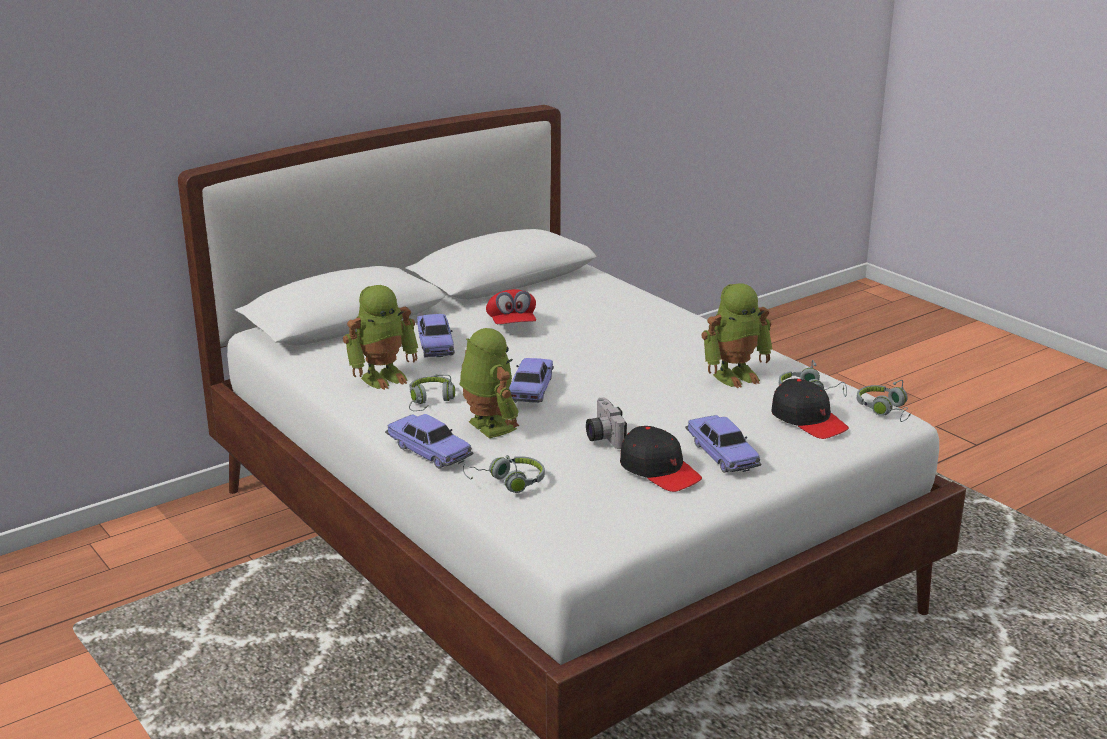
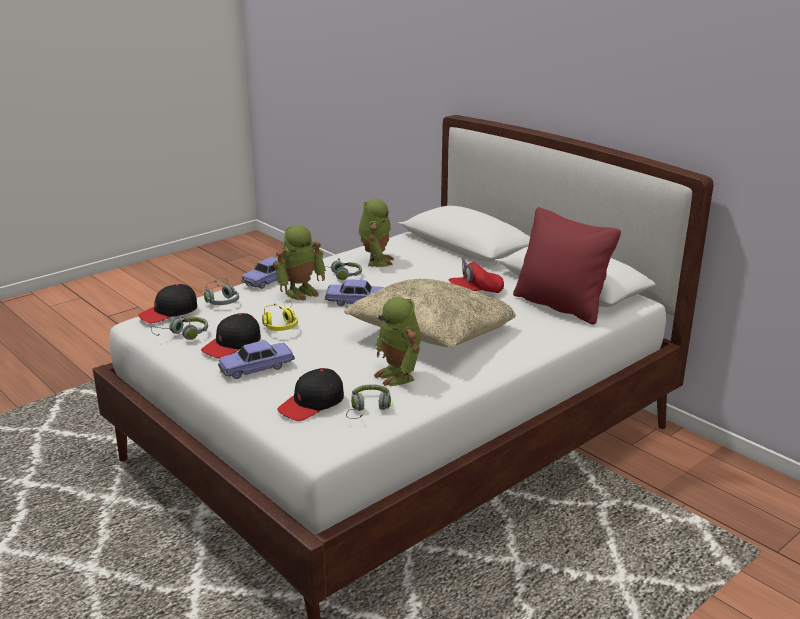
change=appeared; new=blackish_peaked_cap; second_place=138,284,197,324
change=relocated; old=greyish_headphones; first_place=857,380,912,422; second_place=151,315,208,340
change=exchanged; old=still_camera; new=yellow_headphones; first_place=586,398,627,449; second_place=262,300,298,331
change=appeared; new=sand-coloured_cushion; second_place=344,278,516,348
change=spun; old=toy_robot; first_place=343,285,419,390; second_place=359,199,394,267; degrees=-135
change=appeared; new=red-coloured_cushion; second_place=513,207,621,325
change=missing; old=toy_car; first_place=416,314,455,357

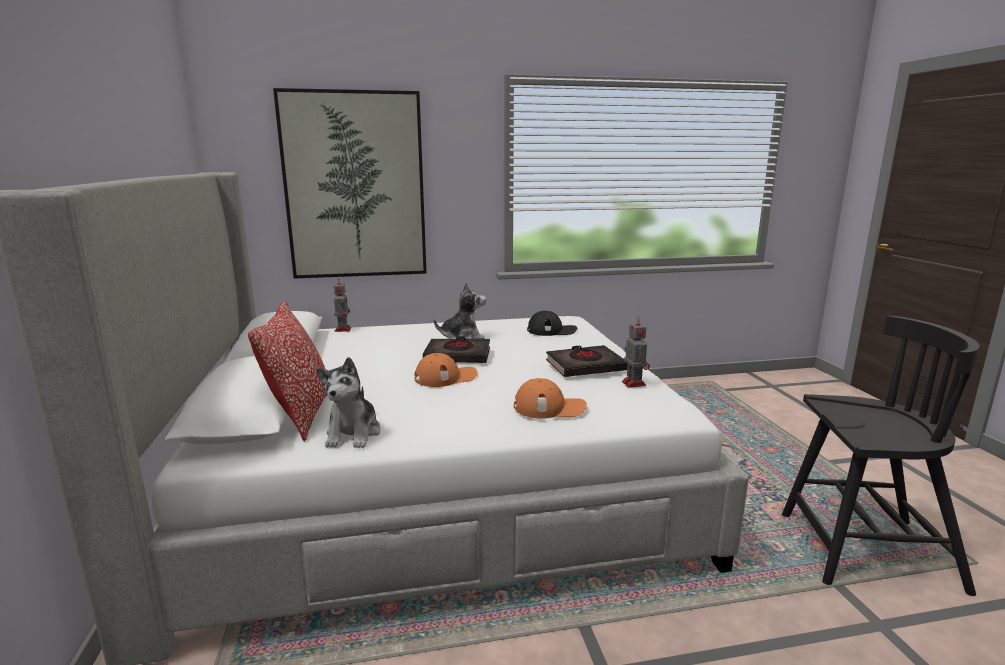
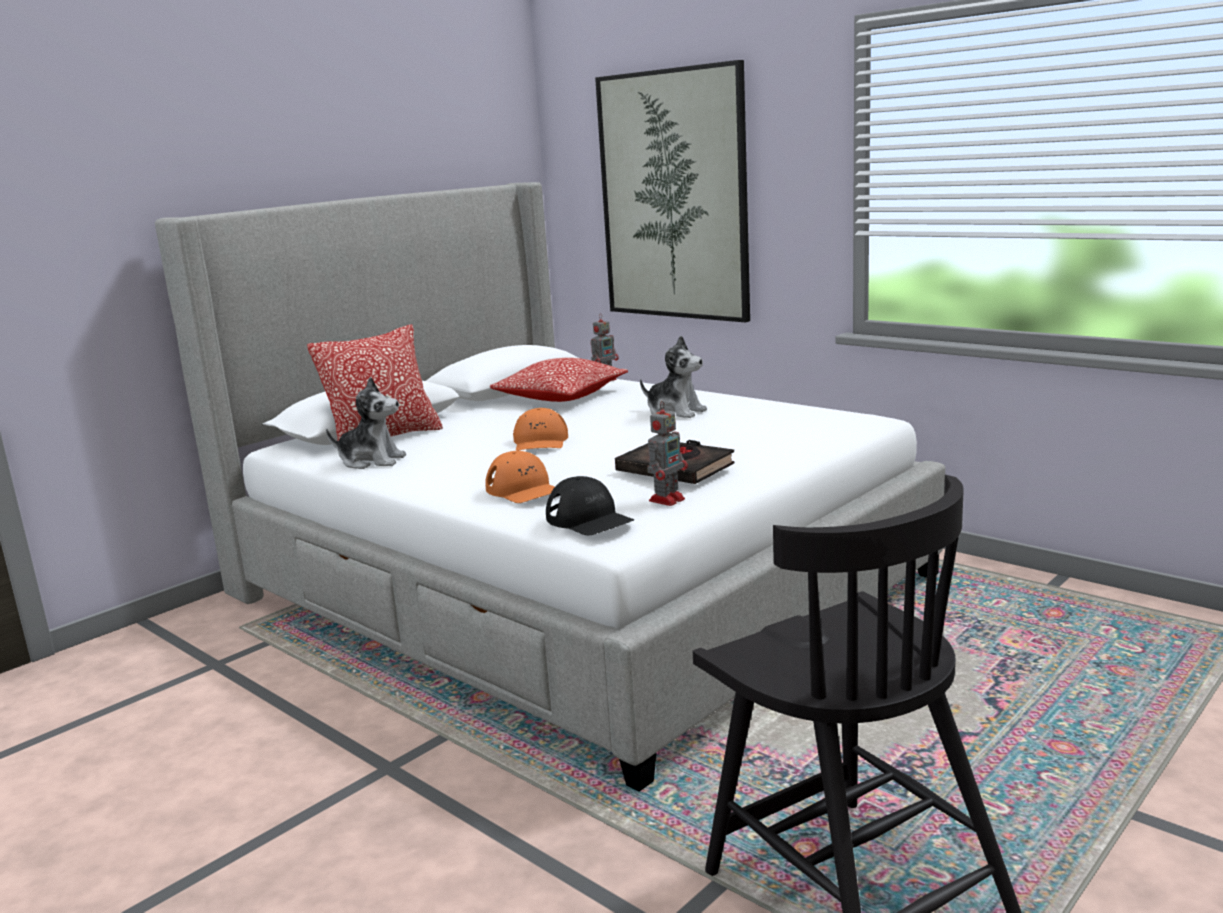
change=spun; old=plush_toy; first_place=317,357,381,448; second_place=326,377,406,469; degrees=-135
change=appeared; new=cushion; second_place=490,358,628,402
change=spun; old=orange-coloured_peaked_cap; first_place=415,353,477,387; second_place=513,408,568,451; degrees=60
change=relocated; old=blackish_peaked_cap; first_place=527,311,577,336; second_place=546,476,634,535
change=missing; old=blackish_bound_book; first_place=423,336,490,363

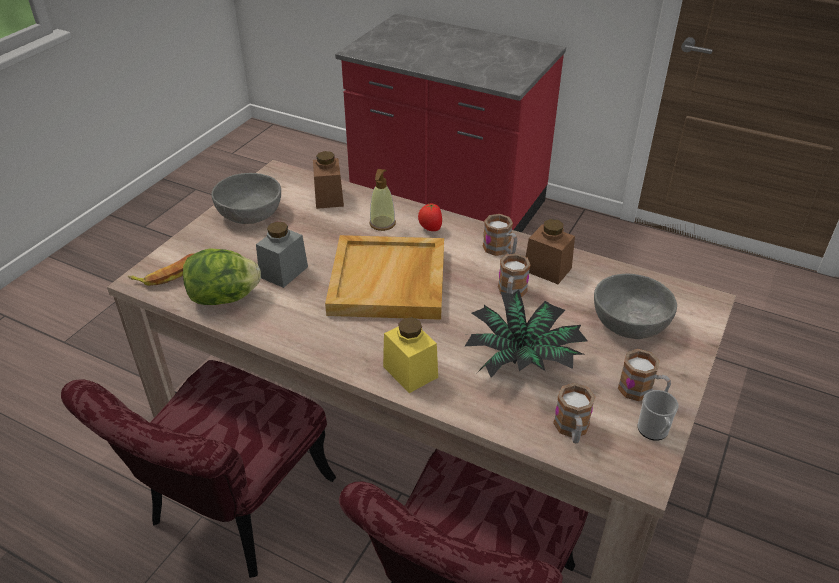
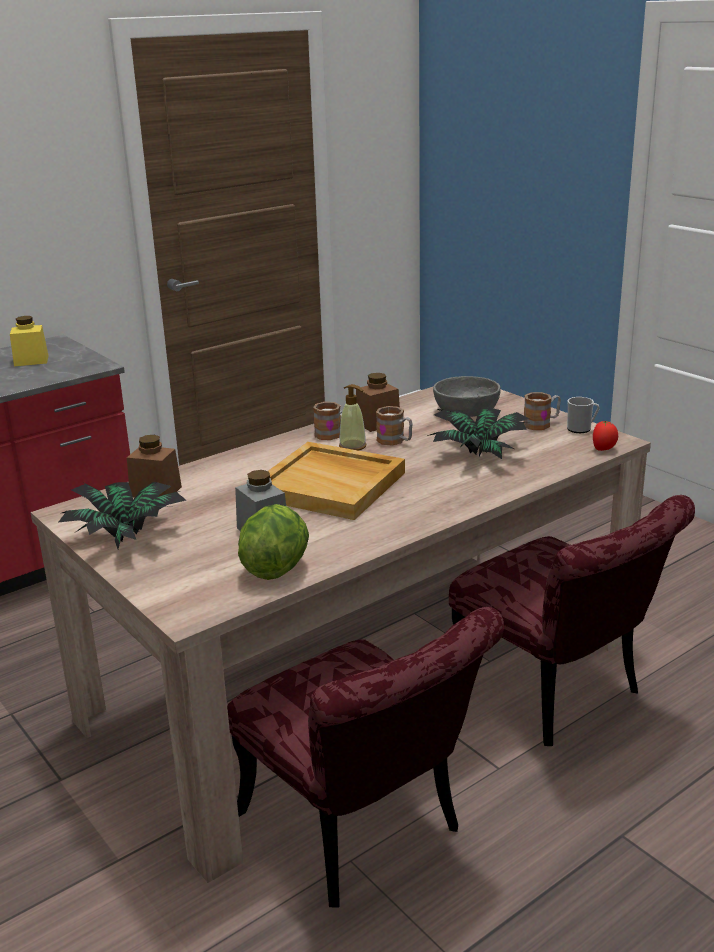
change=relocated; old=yellow_jar; first_place=383,317,438,393; second_place=10,316,49,366
change=exchanged; old=greyish_serving_bowl; new=plant_in_a_pot; first_place=211,173,281,224; second_place=59,482,186,549
change=relocated; old=liquid_soap_bottle; first_place=369,169,396,231; second_place=339,384,366,450
change=relocated; old=whole_tomato; first_place=418,203,442,231; second_place=593,421,618,451
change=missing; old=whole_banana; first_place=128,253,195,286
change=missing; old=tea_mug; first_place=553,383,595,443

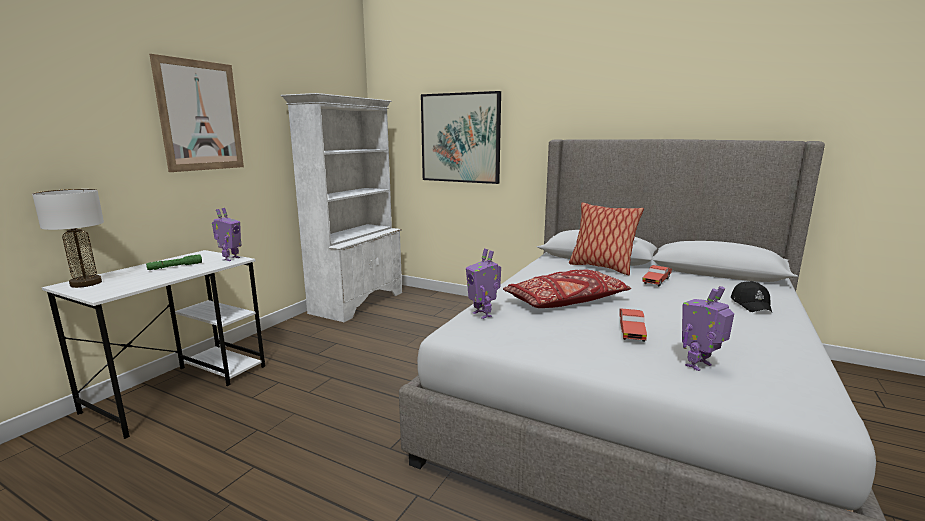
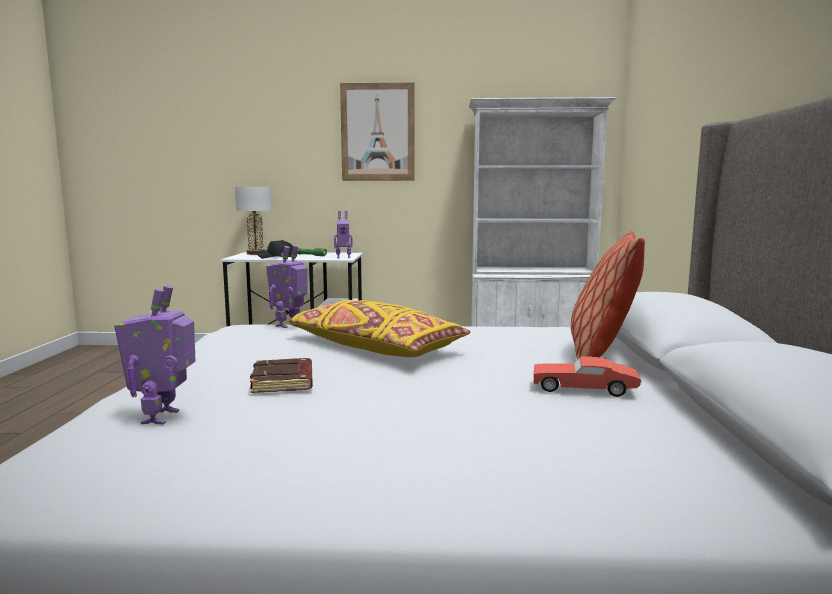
change=spun; old=toy_robot; first_place=682,286,734,371; second_place=114,285,196,424; degrees=-120
change=exchanged; old=red-coloured_toy_car; new=brownish_bound_book; first_place=619,308,647,342; second_place=250,358,313,393
change=relocated; old=blackish_peaked_cap; first_place=731,281,772,312; second_place=257,240,297,259
change=colour; old=red-coloured_cushion; new=yellow_cushion; first_place=503,269,631,308; second_place=289,300,471,357
change=missing; old=wall_picture; first_place=421,91,501,184

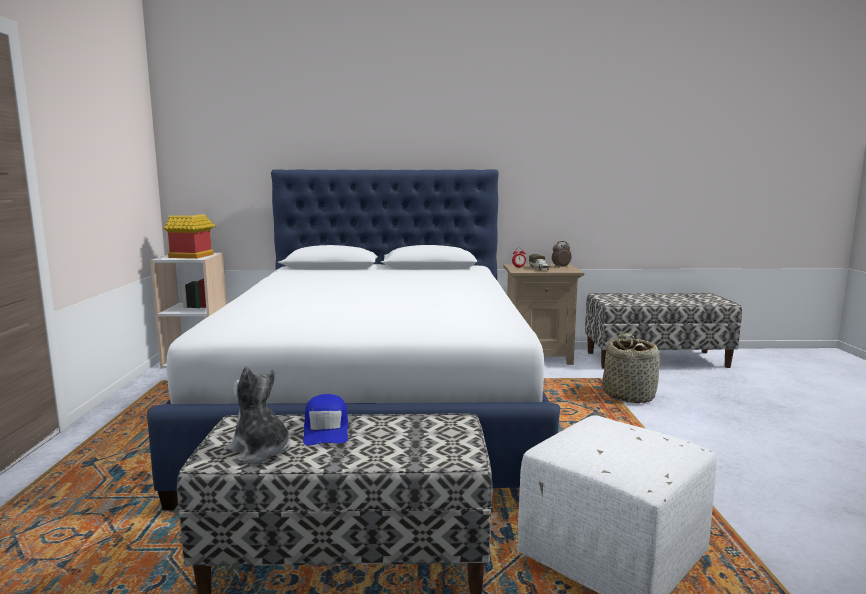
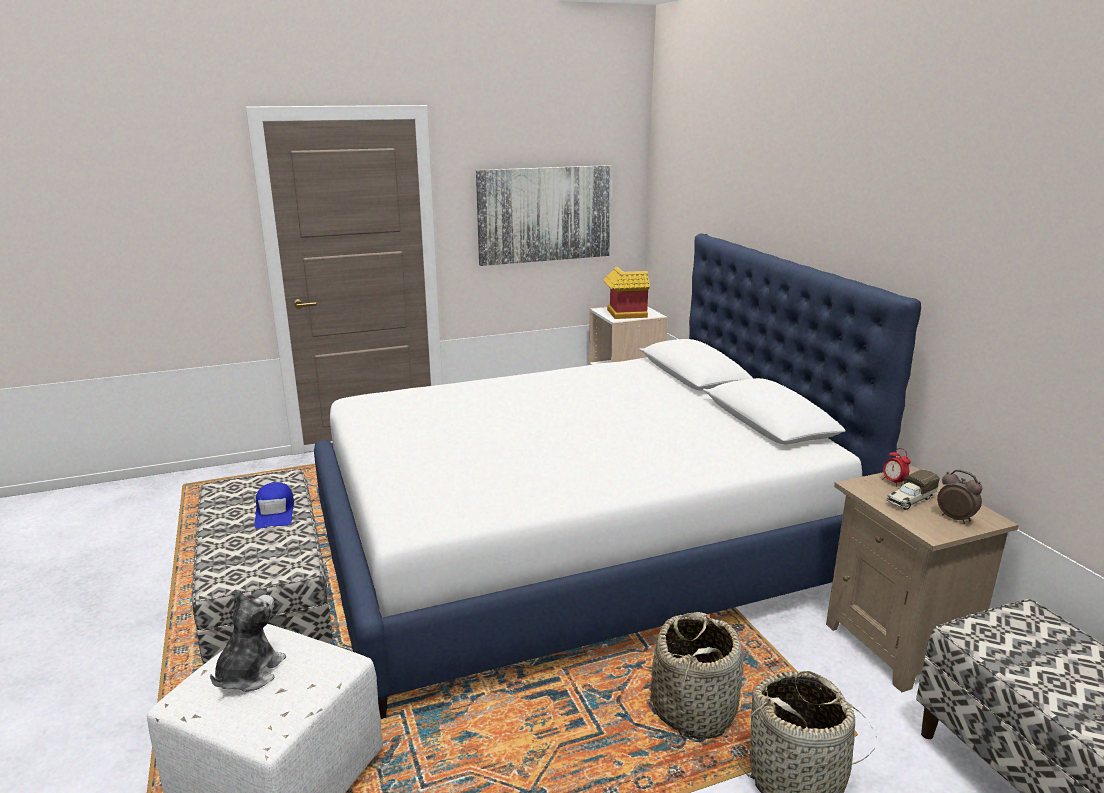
change=relocated; old=plush_toy; first_place=226,366,290,463; second_place=210,590,286,692
change=spun; old=blue-coloured_peaked_cap; first_place=303,394,348,446; second_place=254,482,294,529; degrees=-75
change=appeared; new=wall_picture; second_place=476,165,612,266
change=appeared; new=storage_basket; second_place=651,612,744,739

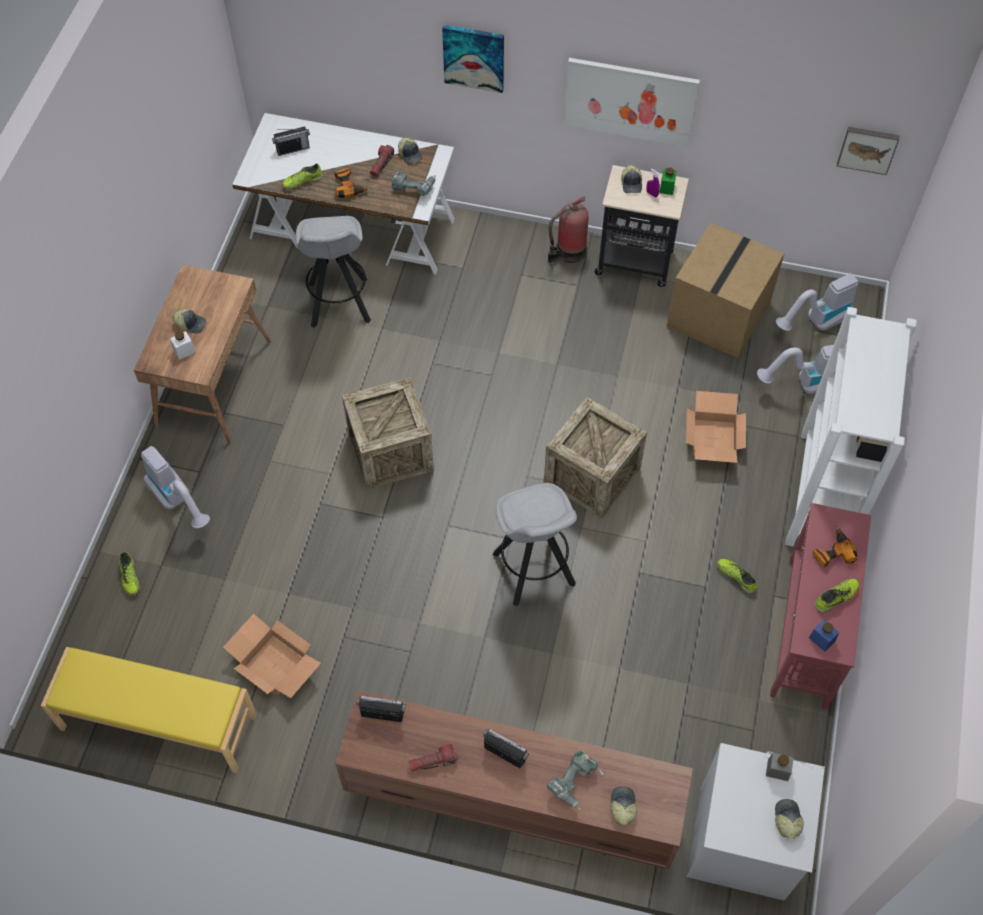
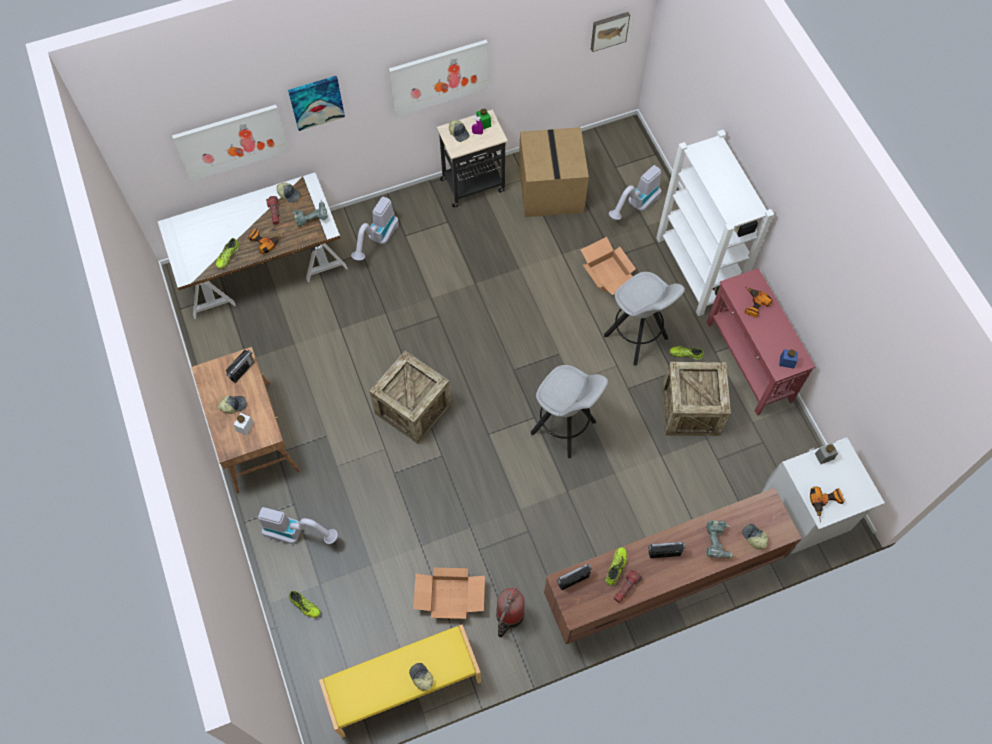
change=appeared; new=wall_picture; second_place=172,105,289,182
change=relocated; old=radio_receiver; first_place=272,127,310,156; second_place=226,350,254,383
change=relocated; old=hoover; first_place=776,273,858,331; second_place=351,197,399,260
change=relocated; old=peaked_cap; first_place=775,799,804,839; second_place=409,663,433,691
change=relocated; old=extinguisher; first_place=548,196,588,263; second_place=496,587,525,637
change=relocated; old=greyish_stool_seat; first_place=296,216,371,328; second_place=604,272,685,366
change=relocated; old=low_shoe; first_place=815,578,859,612; second_place=606,547,627,586
change=relocated; old=crate; first_place=544,397,647,518; second_place=662,362,731,436
change=appeared; new=power_drill; second_place=810,486,845,522

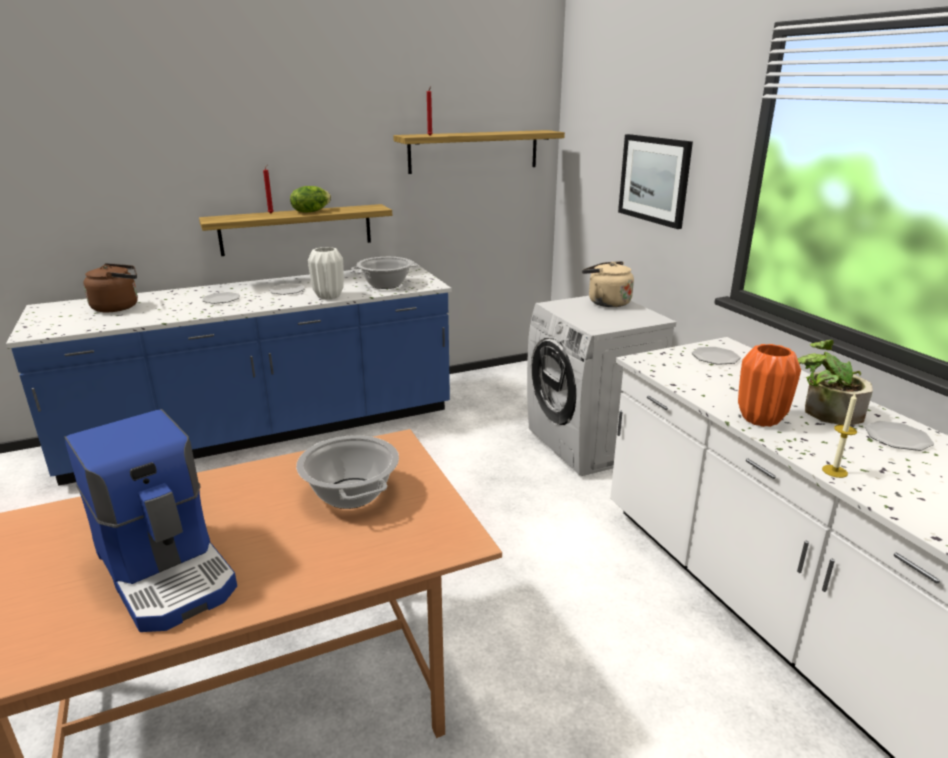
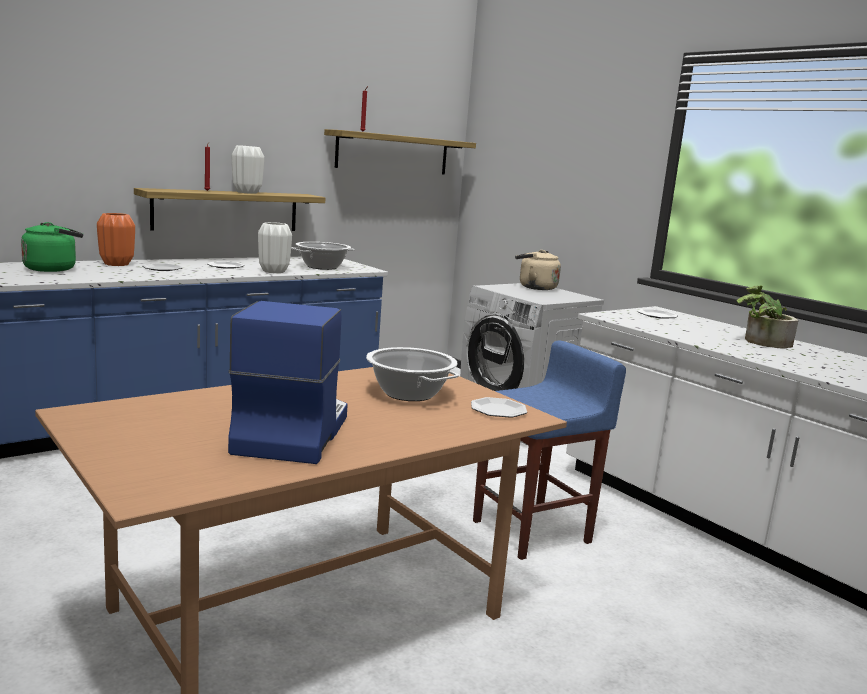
change=colour; old=brownish_water_kettle; new=greenish_water_kettle; first_place=83,263,138,312; second_place=21,222,83,272
change=relocated; old=orange-coloured_vase; first_place=738,344,801,427; second_place=97,213,135,266
change=spun; old=coffee_maker; first_place=64,409,237,632; second_place=228,301,348,464; degrees=-120
change=exchanged; old=lettuce_head; new=whitish_vase; first_place=290,186,331,213; second_place=232,145,264,194
change=relocated; old=flat_dish; first_place=865,421,934,451; second_place=471,397,527,418
change=appeared; new=blue-coloured_stool_seat; second_place=473,341,626,560
change=missing; old=wall_picture; first_place=618,134,693,229
change=missing; old=wax_light; first_place=822,392,857,478

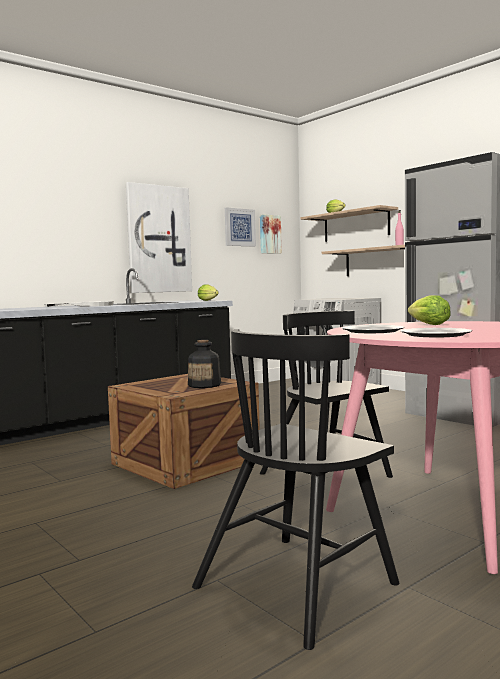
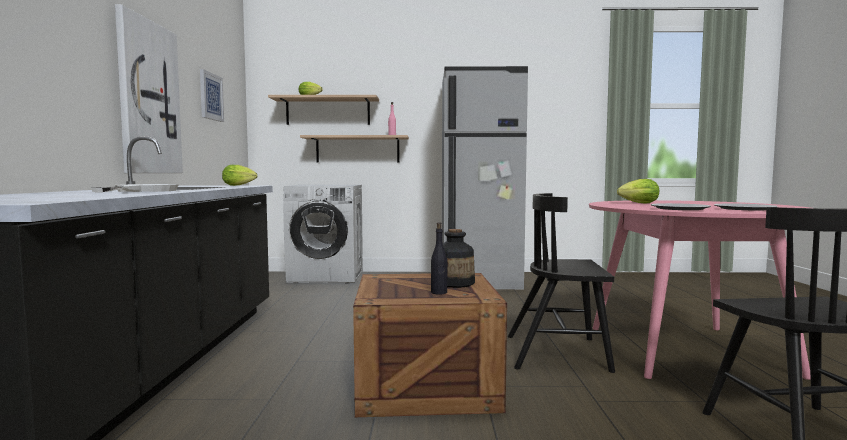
change=appeared; new=blackish_bottle; second_place=431,222,447,294
change=missing; old=wall_picture; first_place=260,214,282,254

